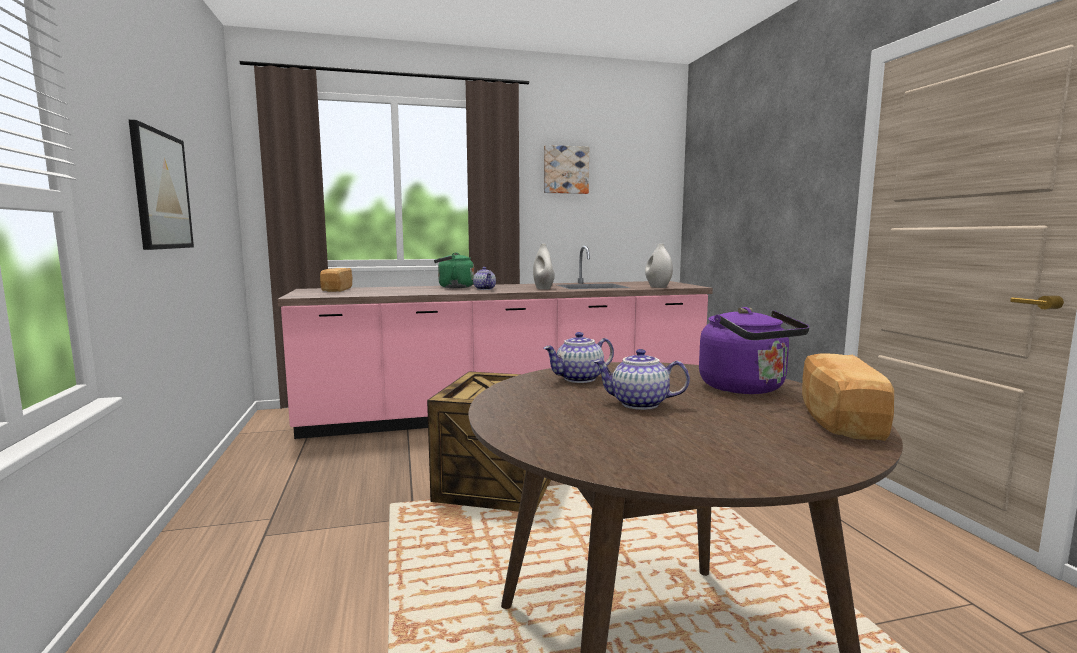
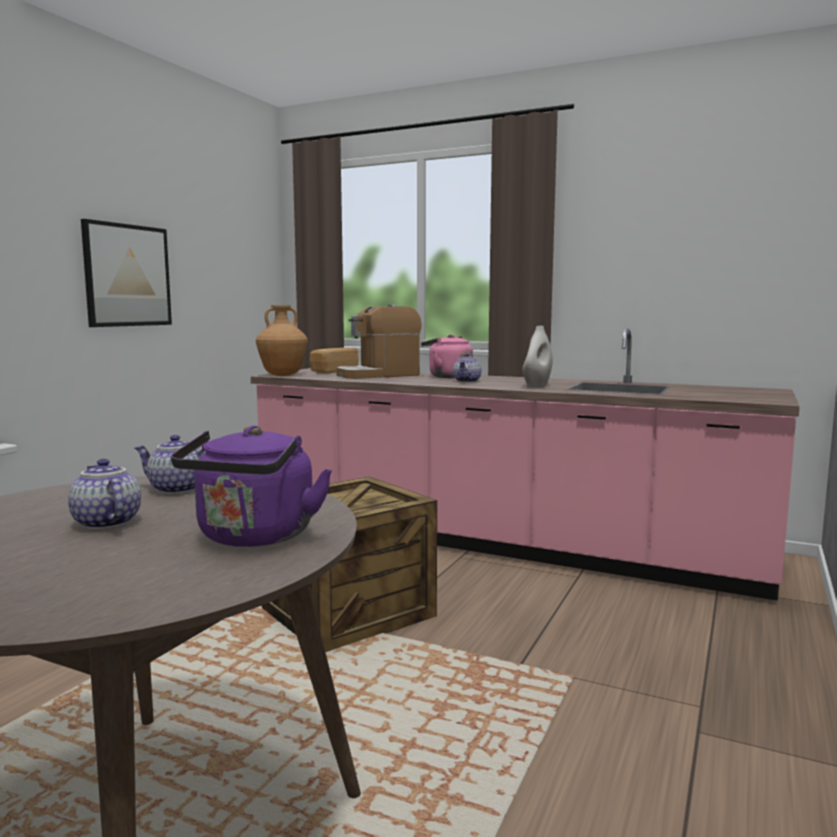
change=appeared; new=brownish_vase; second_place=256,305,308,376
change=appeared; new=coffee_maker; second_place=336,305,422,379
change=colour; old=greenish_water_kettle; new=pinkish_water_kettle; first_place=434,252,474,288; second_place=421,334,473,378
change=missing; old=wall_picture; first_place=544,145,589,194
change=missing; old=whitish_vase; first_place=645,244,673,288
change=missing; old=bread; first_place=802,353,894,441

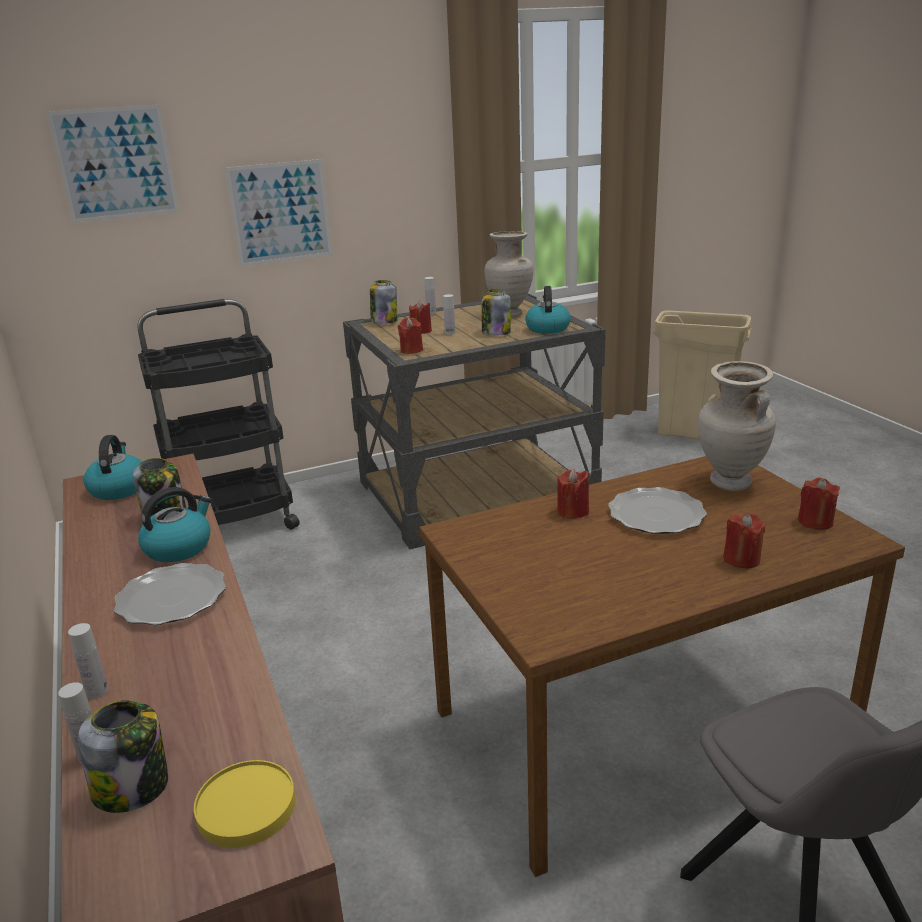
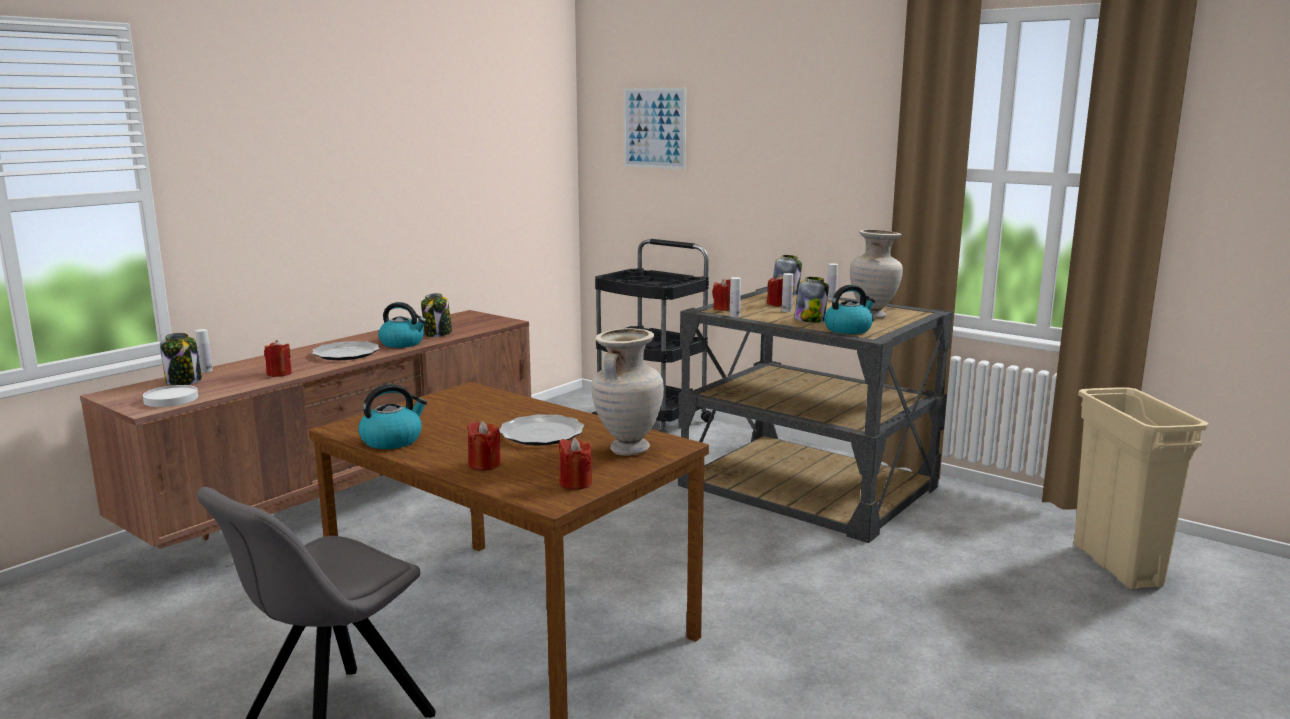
change=colour; old=yellow_flat_dish; new=whitish_flat_dish; first_place=194,760,295,848; second_place=143,385,198,407
change=relocated; old=red-coloured_wax_light; first_place=557,469,589,519; second_place=264,340,292,377
change=relocated; old=water_kettle; first_place=83,435,142,500; second_place=358,384,427,449
change=relocated; old=whitish_bottle; first_place=68,623,108,699; second_place=730,277,741,317
change=missing; old=wall_picture; first_place=225,159,332,266

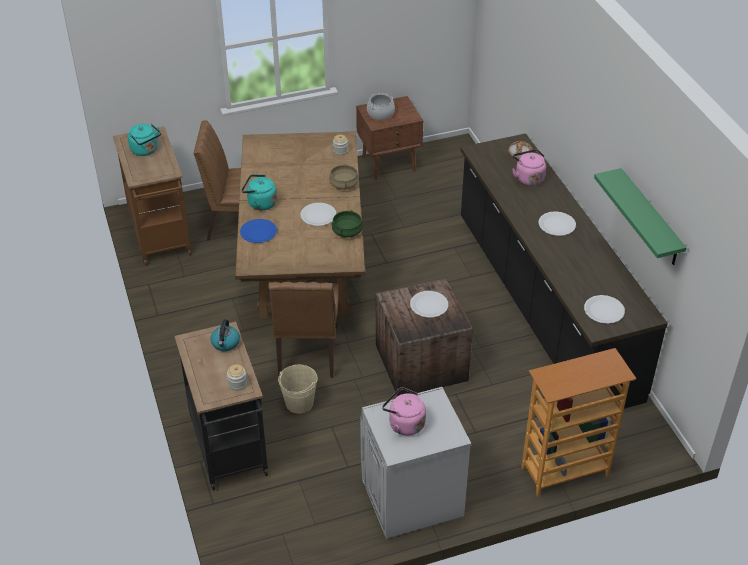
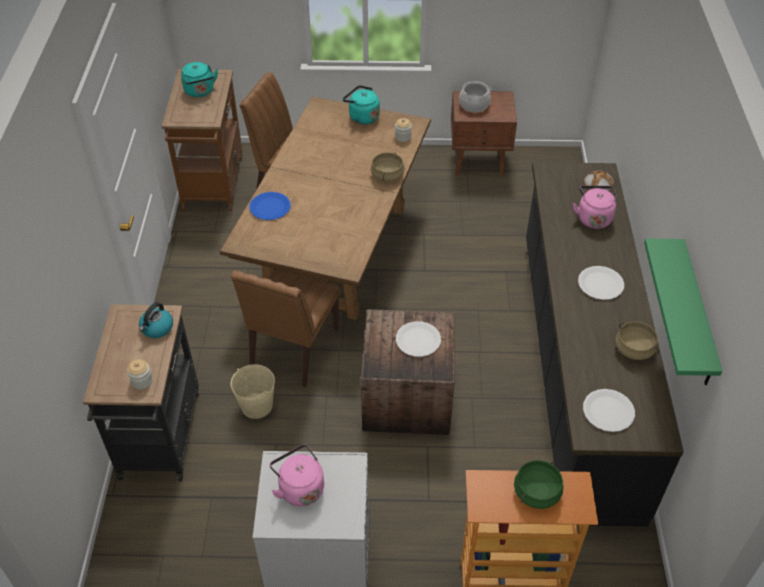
change=relocated; old=blue-green_water_kettle; first_place=242,175,277,210; second_place=343,85,380,125
change=relocated; old=greenish_stockpot; first_place=332,210,363,238; second_place=514,460,564,509
change=appeared; new=sand-coloured_stockpot; second_place=615,321,659,360
change=missing; old=whitish_flat_dish; first_place=300,203,337,226

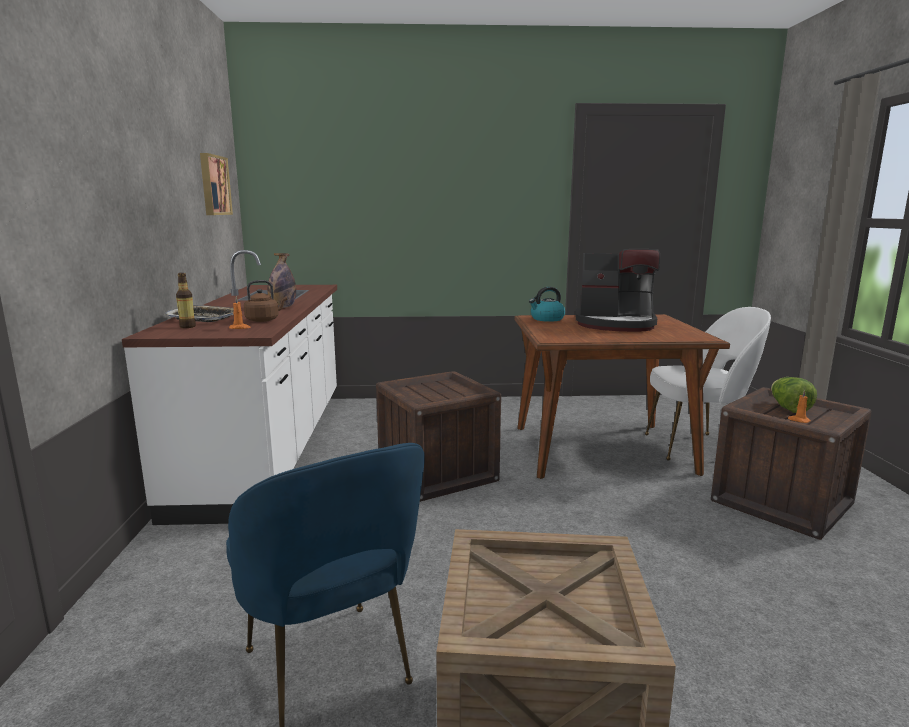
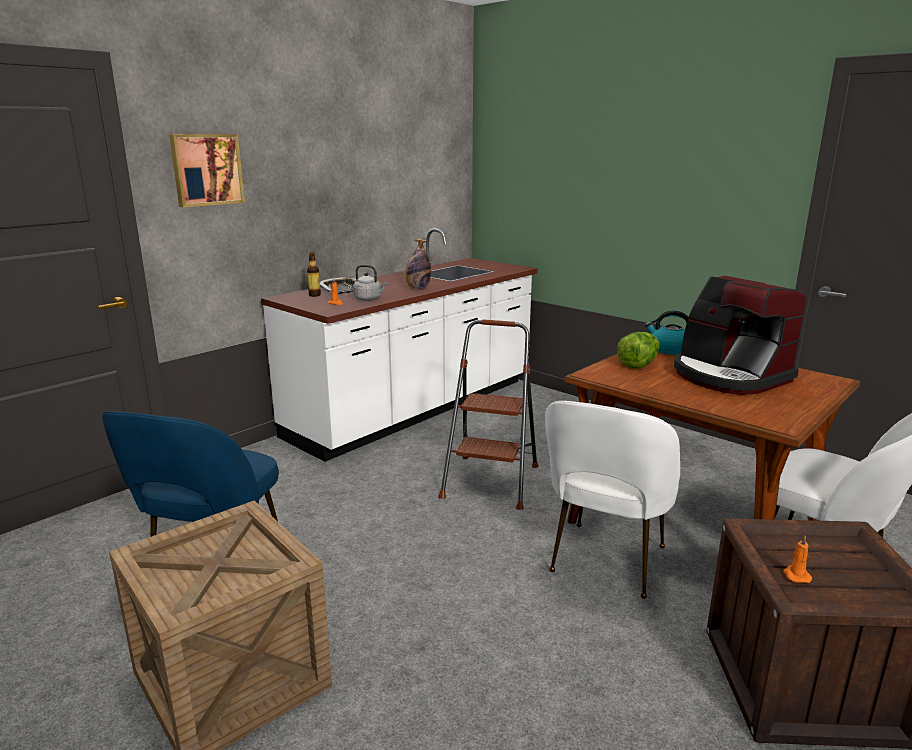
change=relocated; old=wall_picture; first_place=200,153,233,215; second_place=169,134,245,207
change=colour; old=brownish_water_kettle; new=greyish_water_kettle; first_place=244,280,287,322; second_place=353,265,387,301
change=exchanged; old=crate; new=brownish_stepladder; first_place=376,371,501,502; second_place=438,319,539,510
change=appeared; new=whitish_chair; second_place=545,401,680,599
change=relocated; old=lettuce_head; first_place=771,377,817,413; second_place=617,332,660,369

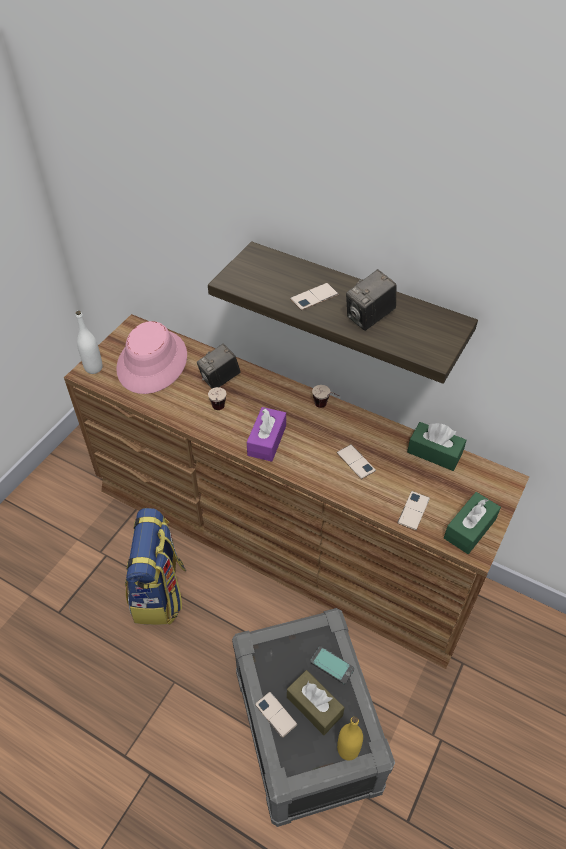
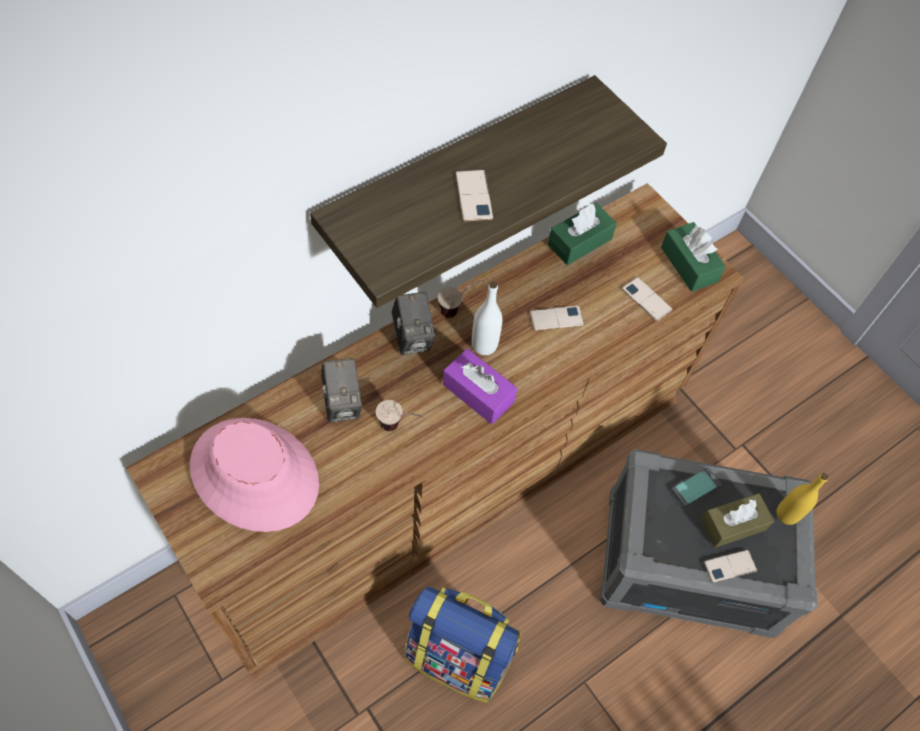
change=relocated; old=still_camera; first_place=346,269,397,331; second_place=392,292,436,355
change=relocated; old=whitish_bottle; first_place=76,311,103,374; second_place=472,281,502,355

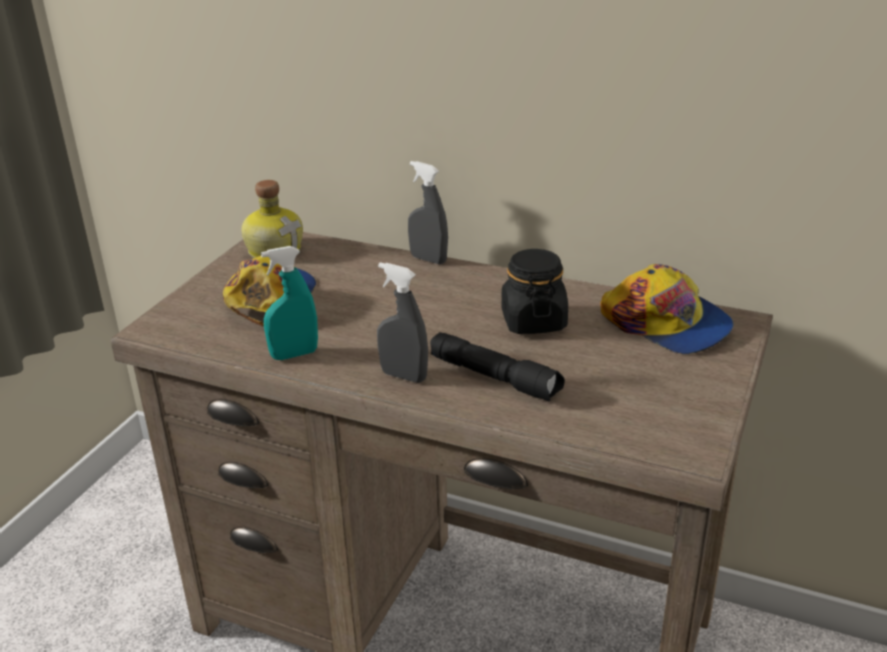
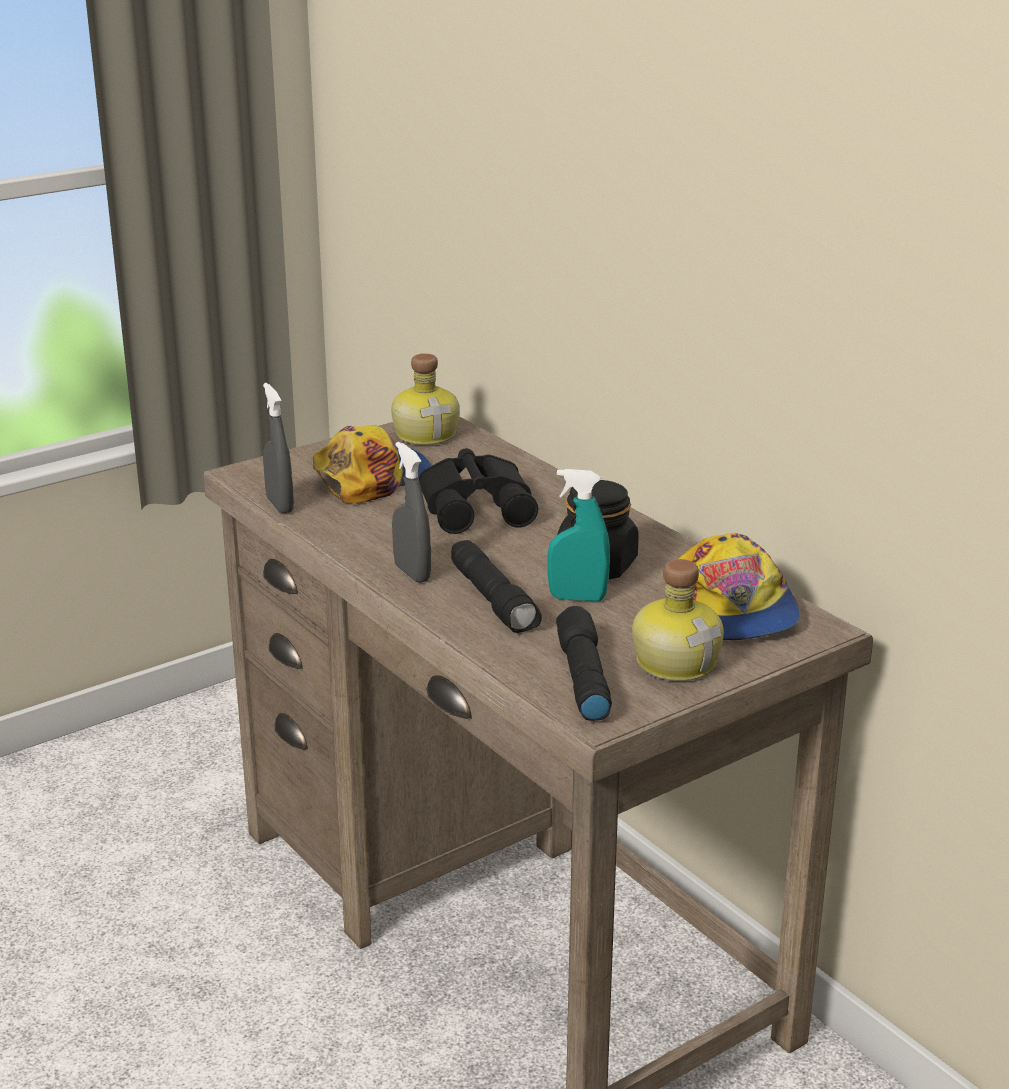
change=relocated; old=greyish_hand_sprayer; first_place=408,161,448,264; second_place=263,383,294,514
change=appeared; new=blackish_field_glasses; second_place=418,448,538,534
change=relocated; old=blue-green_hand_sprayer; first_place=261,246,318,360; second_place=547,469,610,601
change=appeared; new=blackish_flashlight; second_place=556,606,612,721
change=appeared; new=bottle; second_place=632,559,724,681

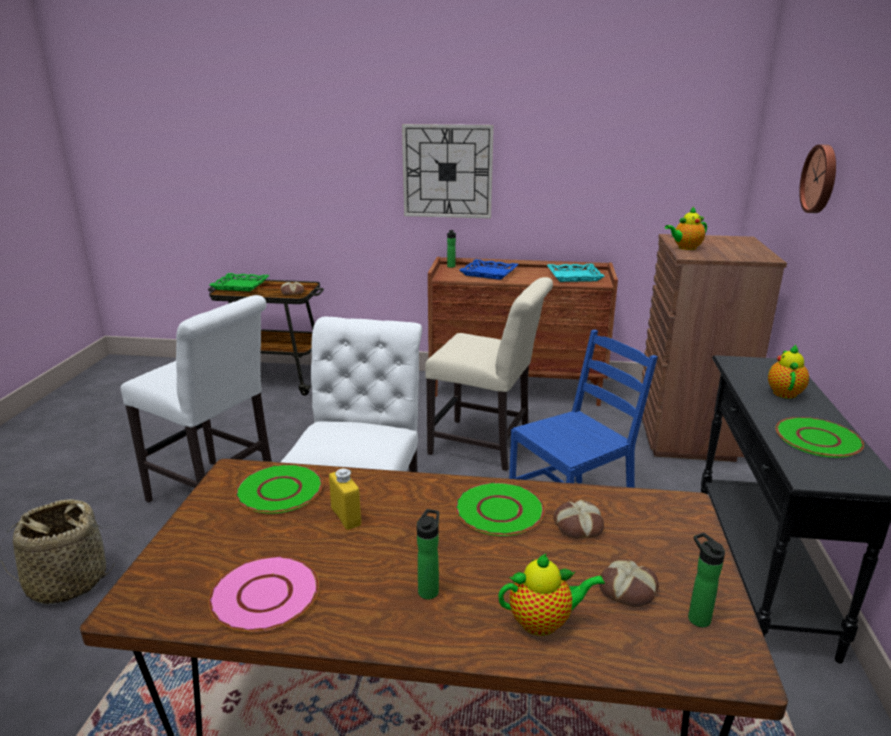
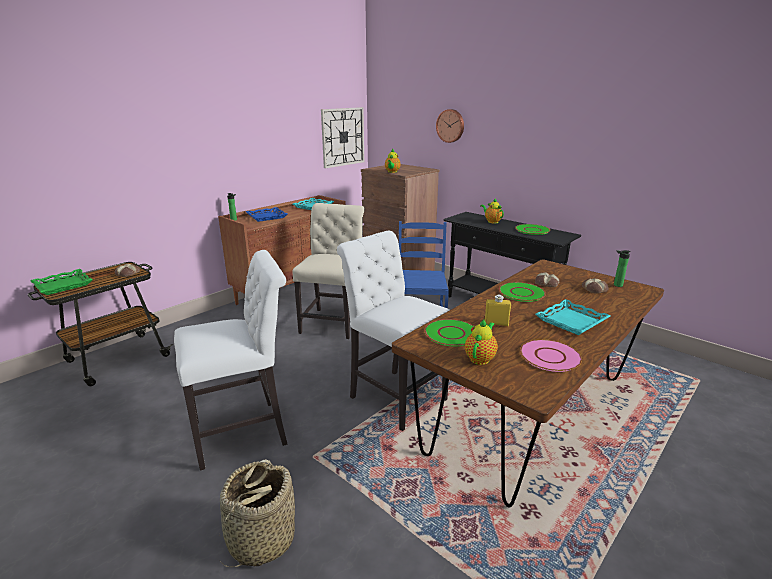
change=spun; old=sand-coloured_chair; first_place=425,277,553,471; second_place=292,203,365,339; degrees=-45
change=relocated; old=wall_clock; first_place=402,124,494,219; second_place=321,107,364,168
change=relocated; old=teapot; first_place=498,553,605,636; second_place=465,320,498,365
change=exchanged; old=bottle; new=blue-green_carrying_tray; first_place=417,509,439,599; second_place=535,299,611,335

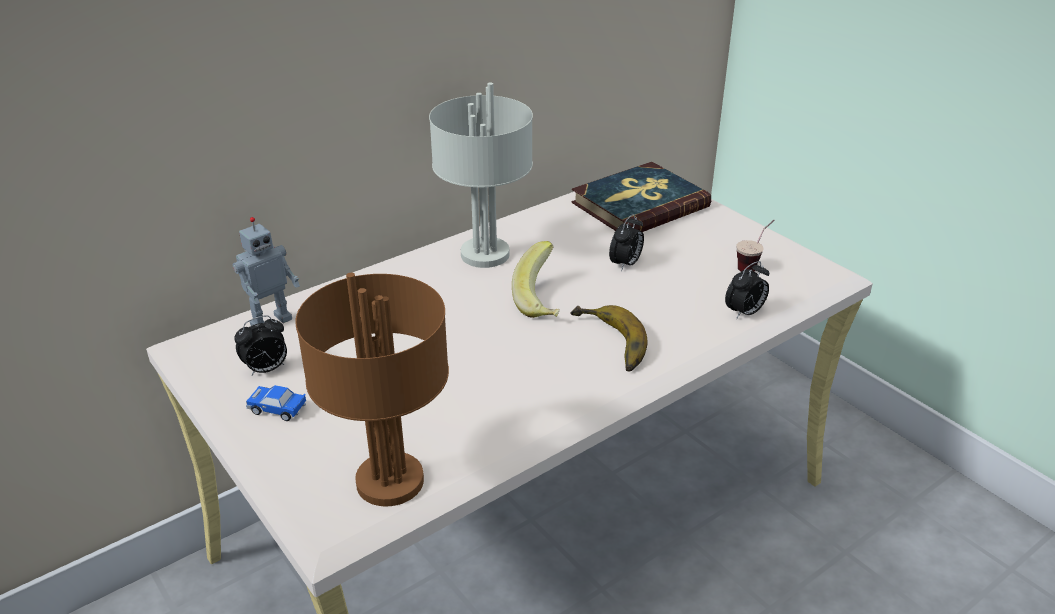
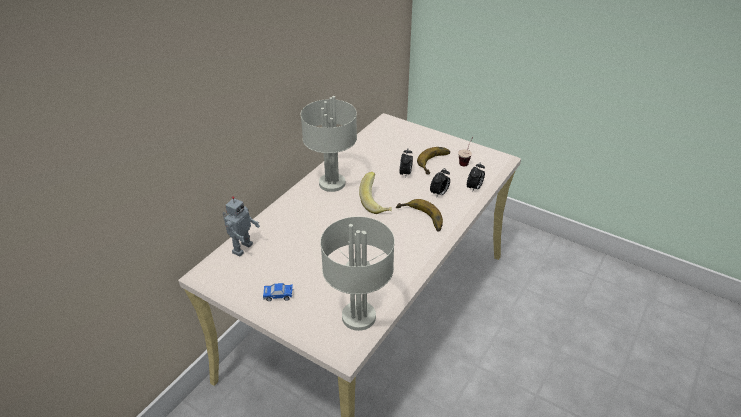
change=colour; old=brownish_table_lamp; new=greyish_table_lamp; first_place=295,273,449,506; second_place=320,217,395,331
change=appeared; new=whole_banana; second_place=417,147,450,175
change=relocated; old=alarm_clock; first_place=234,315,287,375; second_place=430,168,450,198
change=missing; old=bound_book; first_place=571,162,711,232

